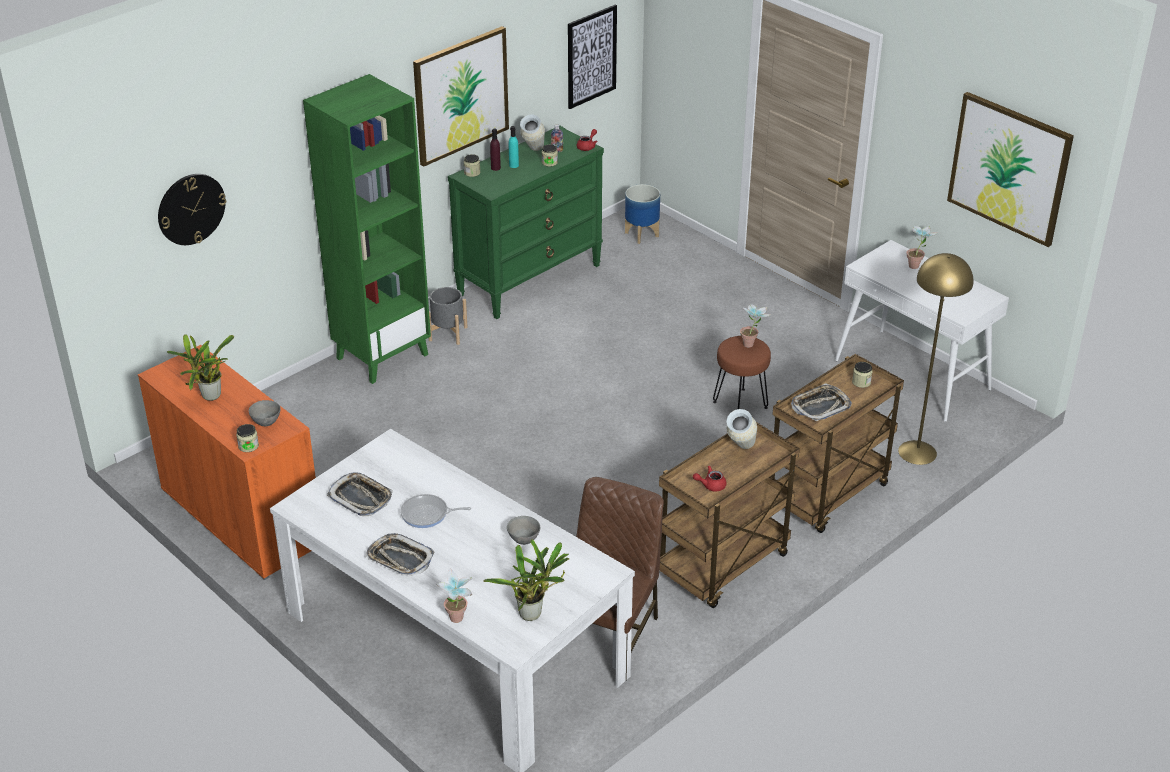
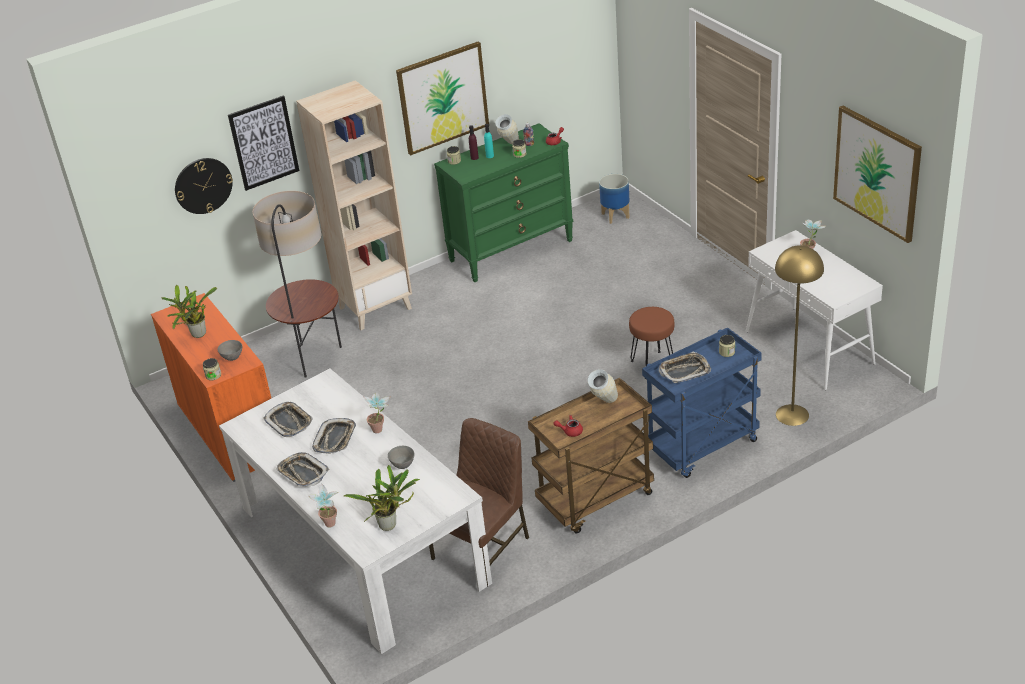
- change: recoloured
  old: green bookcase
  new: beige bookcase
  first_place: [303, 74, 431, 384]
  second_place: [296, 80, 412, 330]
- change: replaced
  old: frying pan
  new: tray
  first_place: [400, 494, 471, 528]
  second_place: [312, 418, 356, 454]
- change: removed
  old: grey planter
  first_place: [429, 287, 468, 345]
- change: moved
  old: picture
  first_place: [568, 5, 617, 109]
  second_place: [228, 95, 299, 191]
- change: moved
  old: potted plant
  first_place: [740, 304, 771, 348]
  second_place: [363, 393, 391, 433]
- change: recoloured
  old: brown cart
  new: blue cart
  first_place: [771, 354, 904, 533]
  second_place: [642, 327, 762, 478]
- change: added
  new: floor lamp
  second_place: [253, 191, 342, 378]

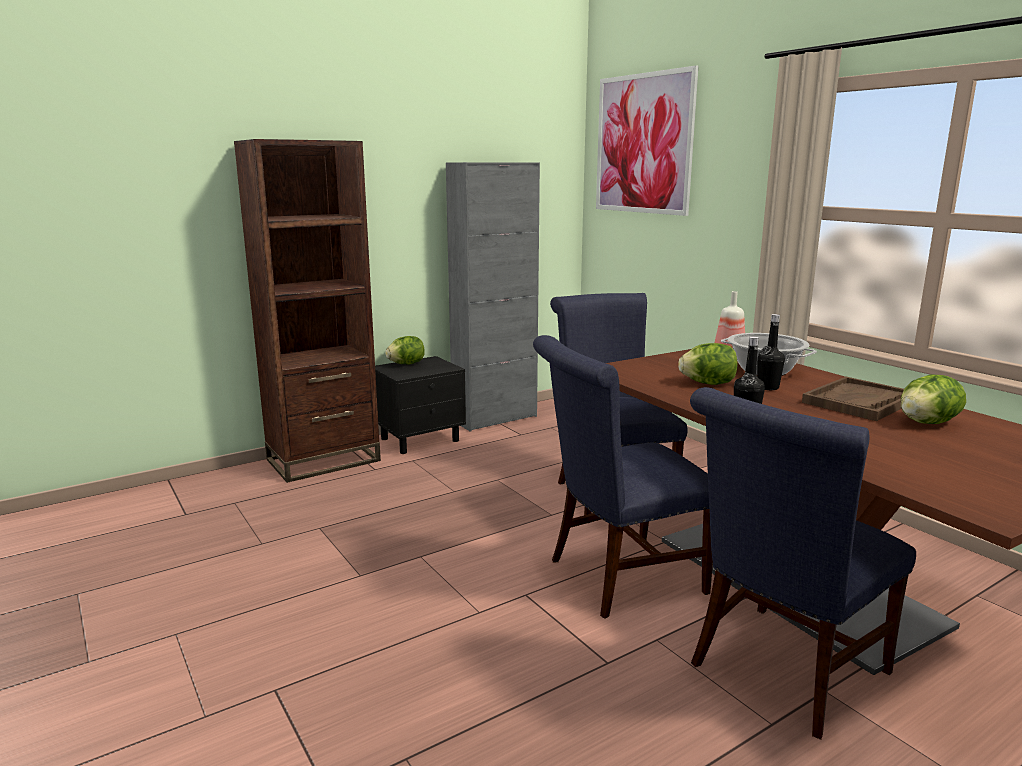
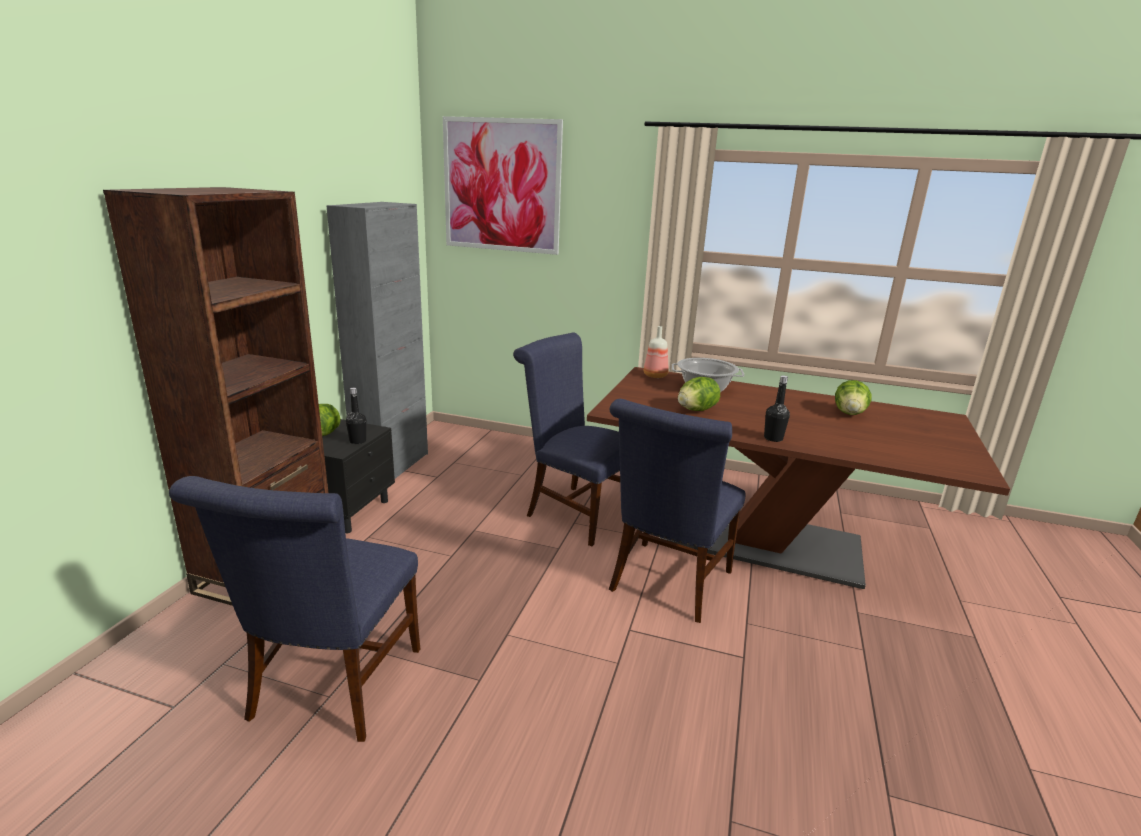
- change: moved
  old: blue chair
  first_place: [690, 387, 916, 740]
  second_place: [169, 476, 420, 742]
- change: moved
  old: black bottle
  first_place: [757, 314, 785, 390]
  second_place: [346, 388, 366, 444]
- change: removed
  old: brown tray
  first_place: [802, 377, 904, 421]

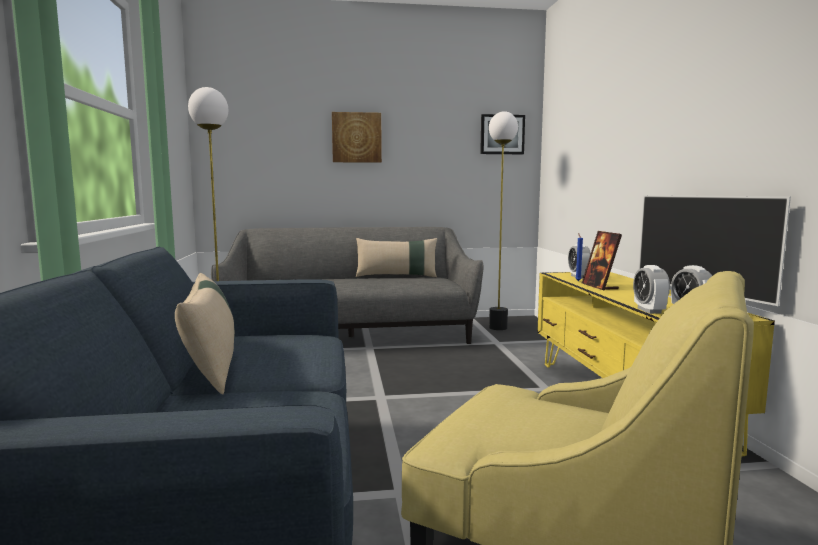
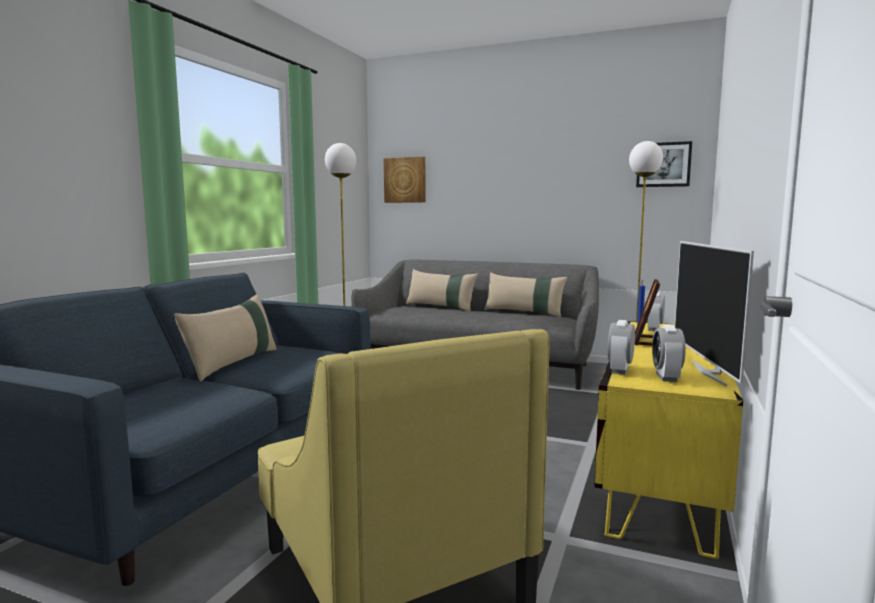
- change: moved
  old: picture
  first_place: [332, 112, 382, 163]
  second_place: [384, 157, 426, 203]
- change: added
  new: beige pillow
  second_place: [406, 269, 478, 311]

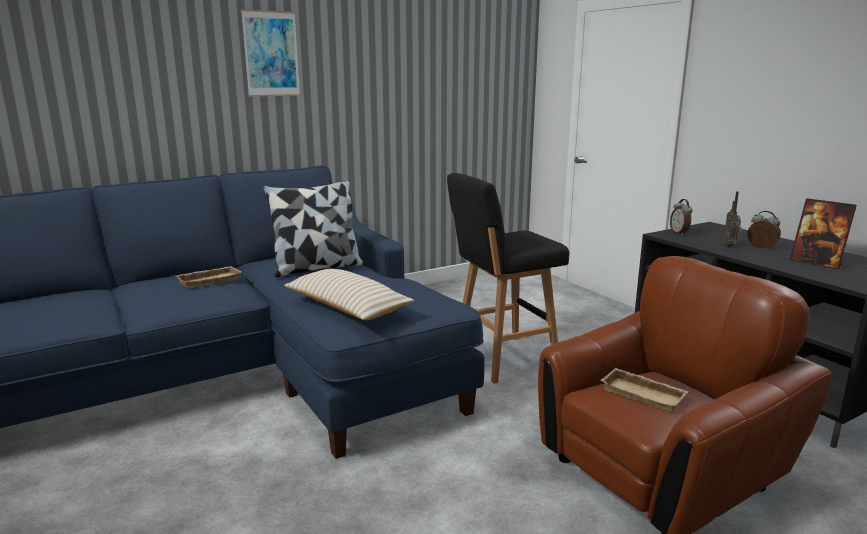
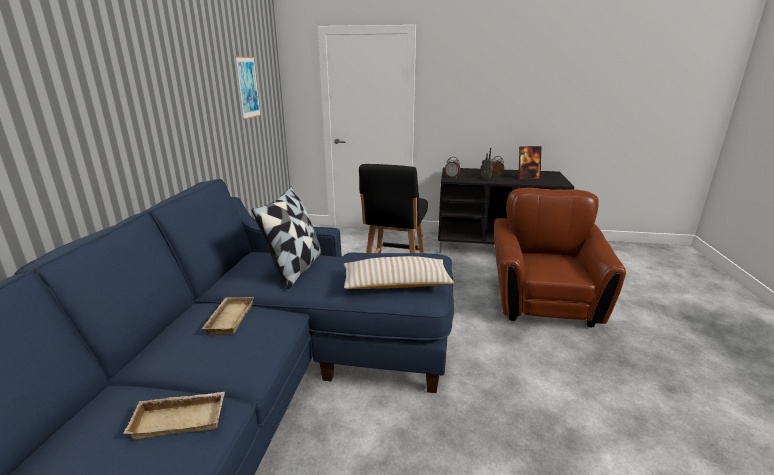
- change: moved
  old: picture
  first_place: [241, 9, 300, 97]
  second_place: [235, 56, 261, 120]
- change: moved
  old: beige tray
  first_place: [601, 368, 688, 413]
  second_place: [123, 392, 225, 439]

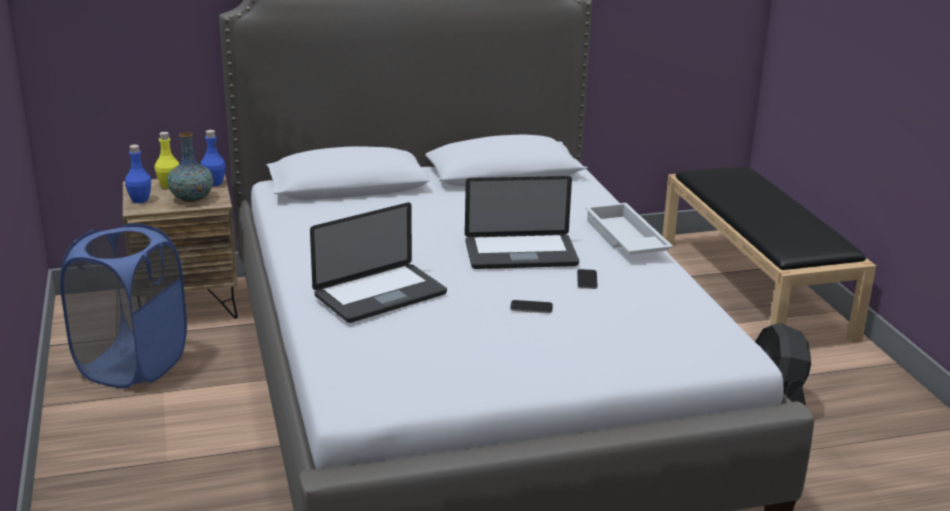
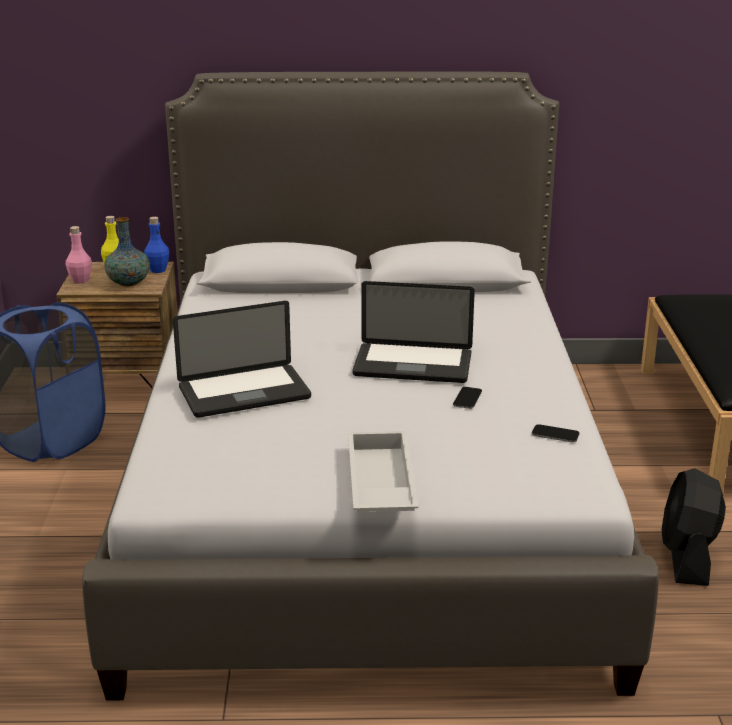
- change: recoloured
  old: blue bottle
  new: pink bottle
  first_place: [125, 145, 151, 203]
  second_place: [66, 226, 92, 284]
- change: moved
  old: phone
  first_place: [510, 300, 553, 313]
  second_place: [532, 424, 580, 443]
- change: moved
  old: white tray
  first_place: [585, 203, 673, 255]
  second_place: [348, 431, 418, 512]

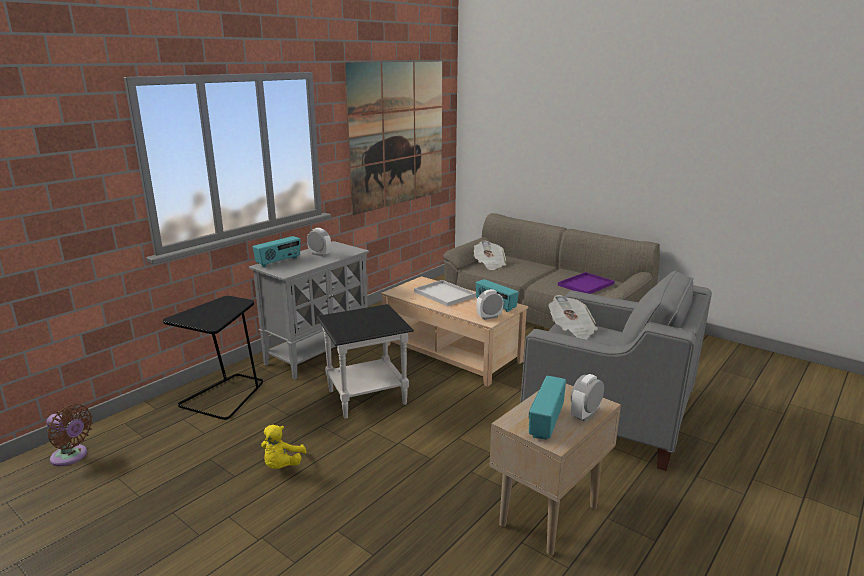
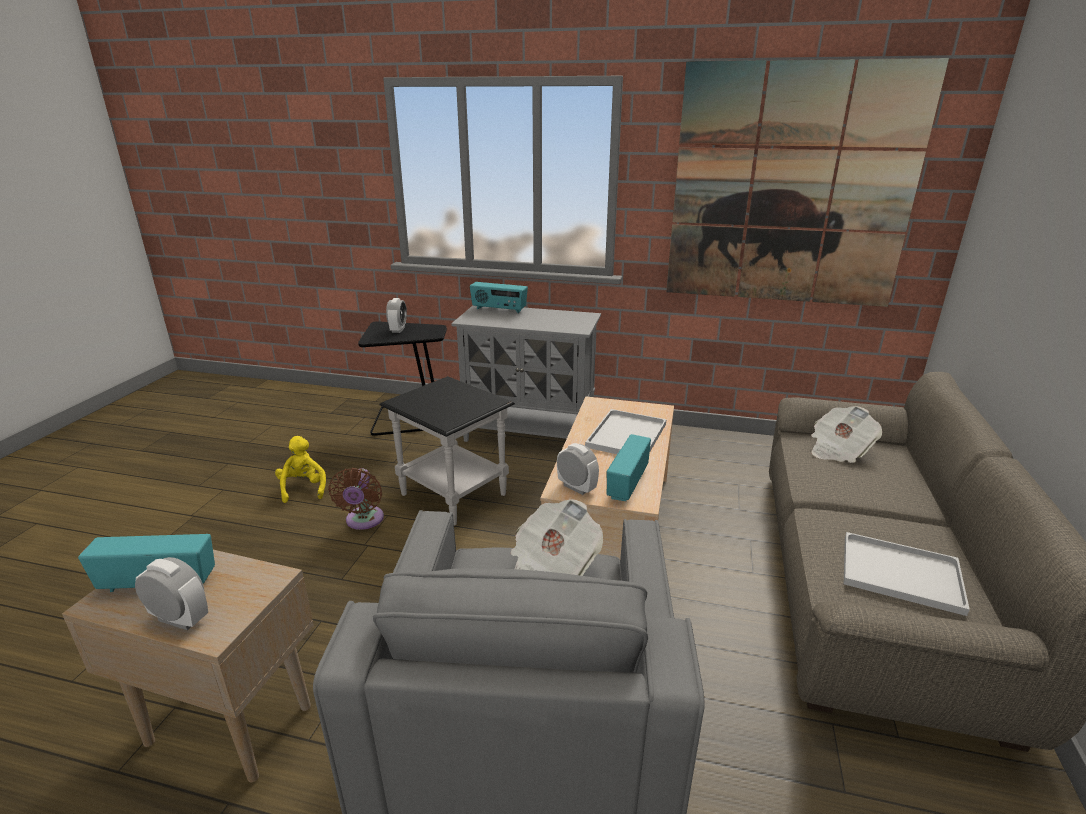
- change: moved
  old: brown fan
  first_place: [46, 404, 93, 466]
  second_place: [328, 468, 384, 530]
- change: turned
  old: yellow plush toy
  first_place: [261, 424, 307, 469]
  second_place: [275, 436, 326, 503]
  degrees: 90
- change: moved
  old: alarm clock
  first_place: [307, 228, 331, 257]
  second_place: [386, 298, 407, 333]
- change: recoloured
  old: purple tray
  new: white tray
  first_place: [558, 272, 615, 294]
  second_place: [844, 532, 970, 616]

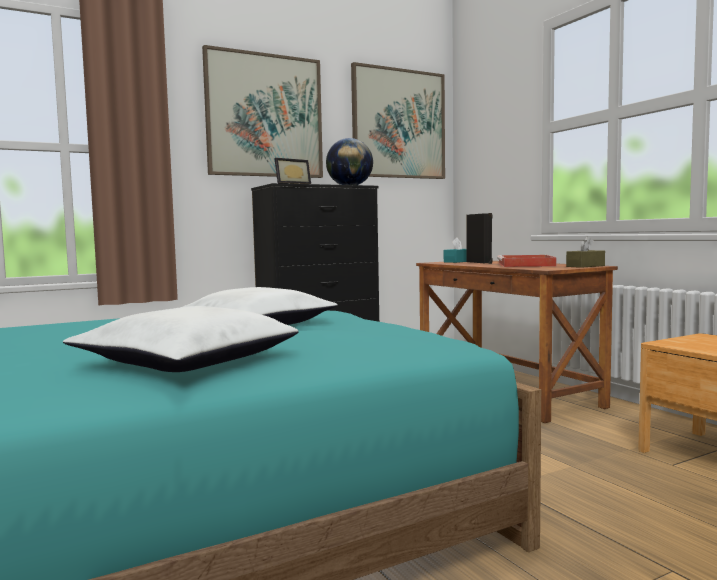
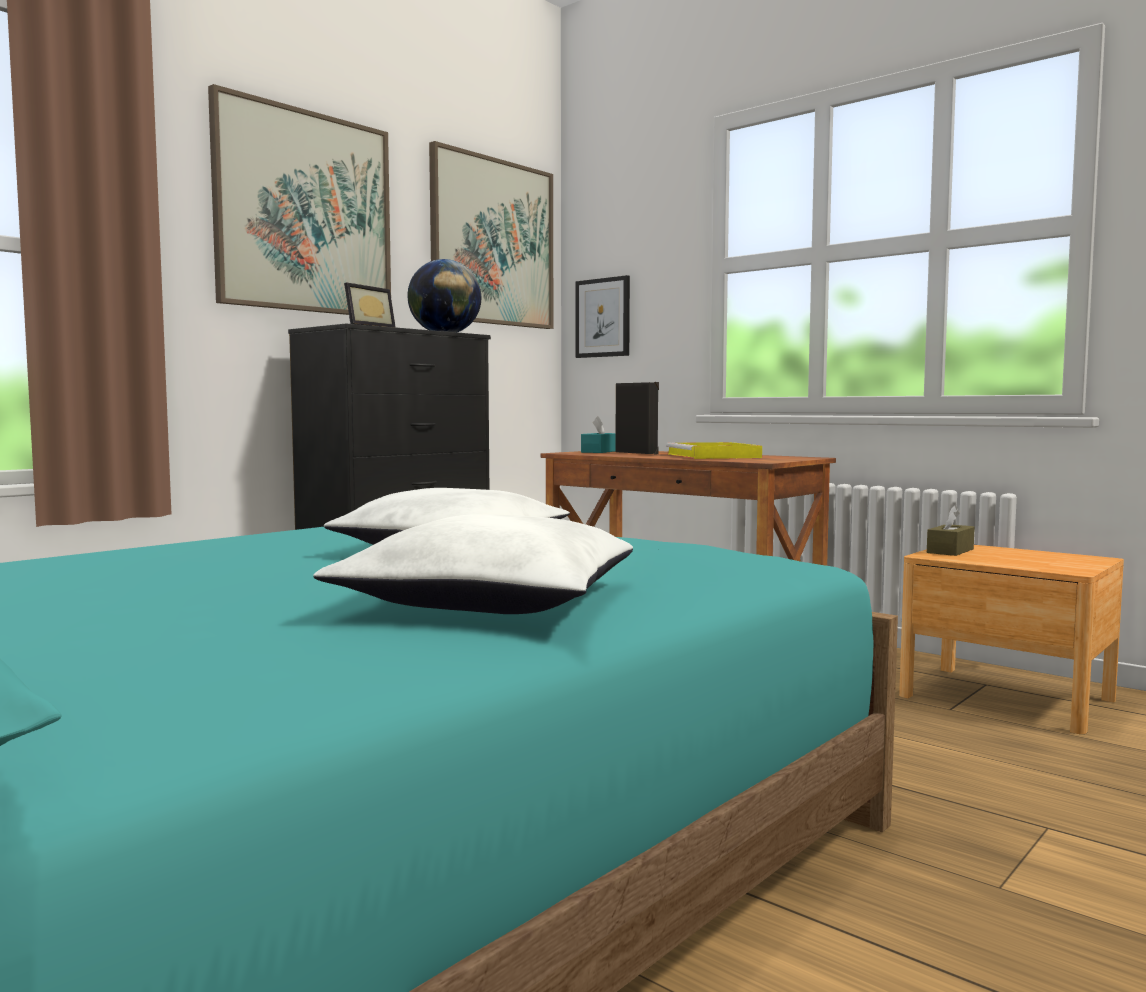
- change: recoloured
  old: red tray
  new: yellow tray
  first_place: [497, 255, 557, 267]
  second_place: [666, 442, 762, 459]
- change: moved
  old: brown tissue box
  first_place: [566, 236, 605, 268]
  second_place: [927, 505, 975, 556]
- change: added
  new: picture
  second_place: [575, 275, 630, 358]

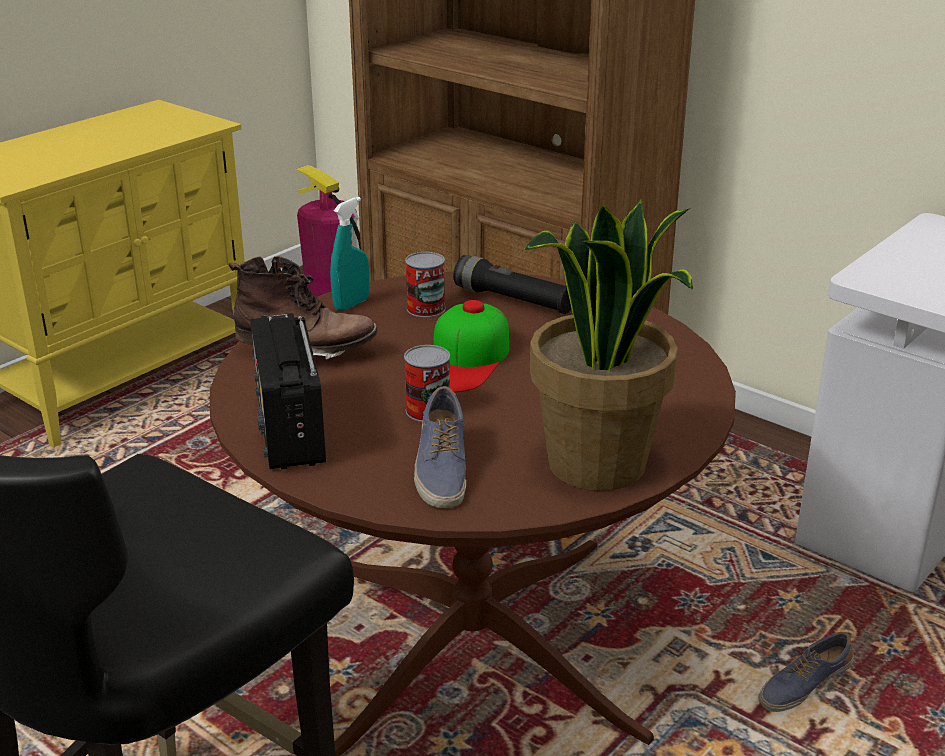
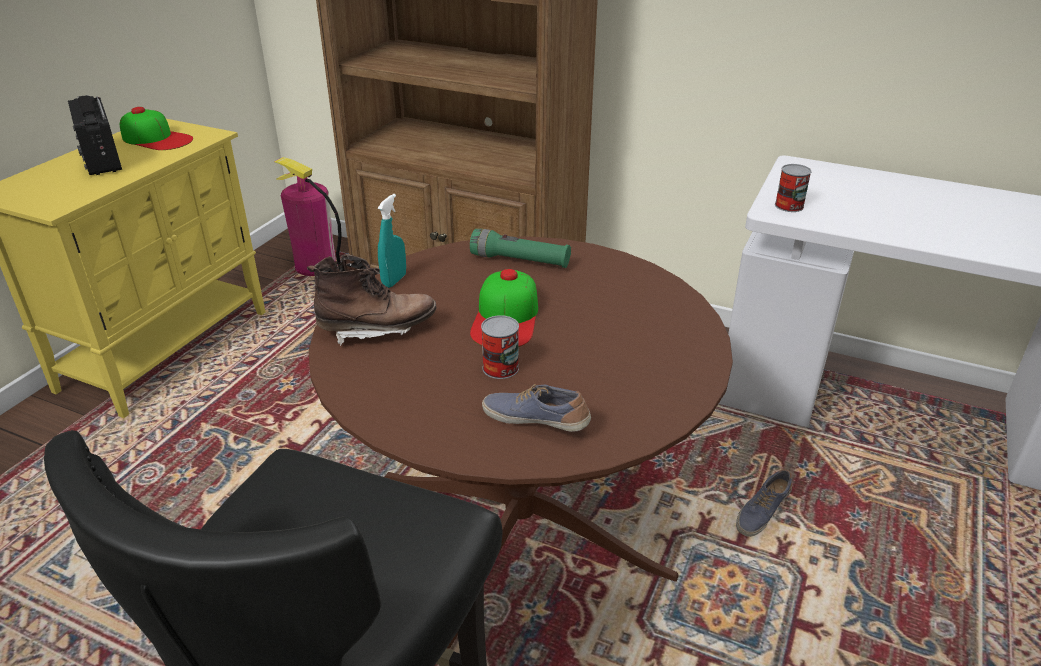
- change: moved
  old: radio
  first_place: [250, 313, 326, 469]
  second_place: [68, 95, 122, 175]
- change: moved
  old: can
  first_place: [405, 252, 445, 317]
  second_place: [775, 164, 812, 212]
- change: turned
  old: shoe
  first_place: [414, 386, 466, 508]
  second_place: [482, 384, 591, 432]
  degrees: 135
- change: recoloured
  old: black flashlight
  new: green flashlight
  first_place: [453, 255, 572, 314]
  second_place: [470, 229, 571, 268]
- change: removed
  old: potted plant
  first_place: [524, 200, 693, 491]
- change: added
  new: cap
  second_place: [120, 107, 193, 150]

